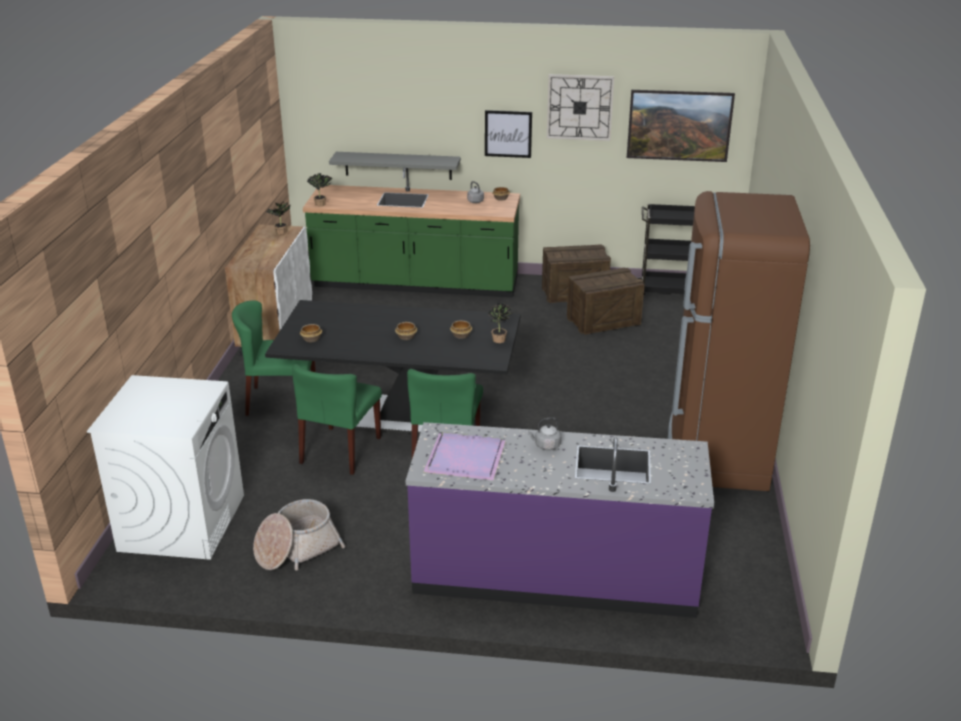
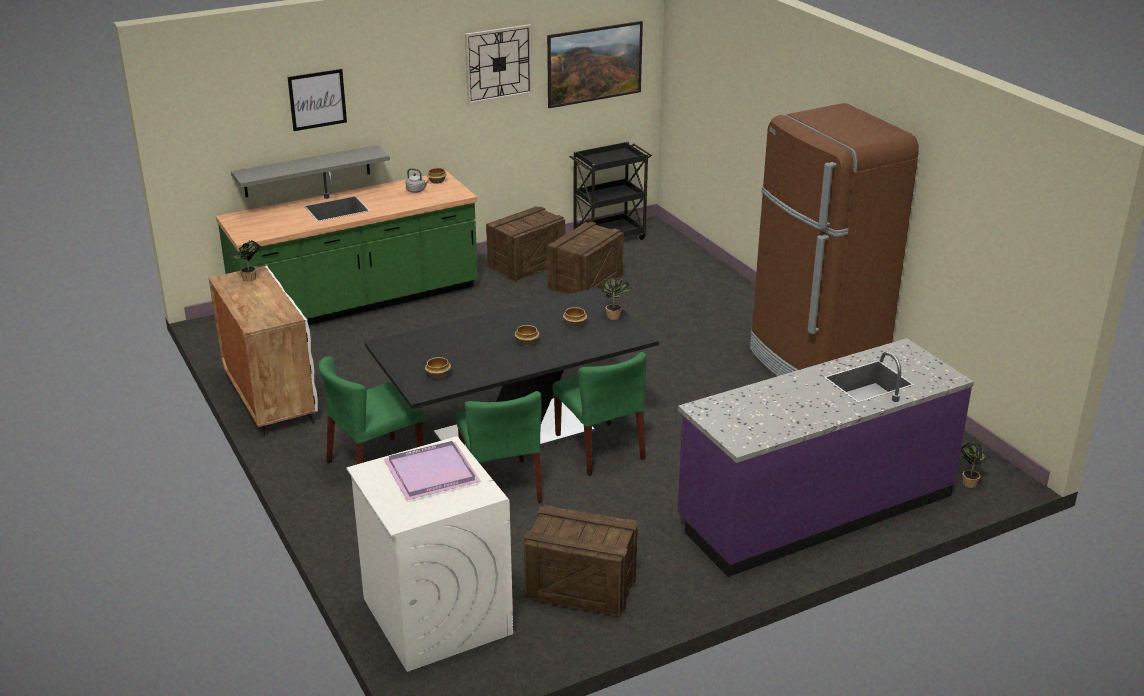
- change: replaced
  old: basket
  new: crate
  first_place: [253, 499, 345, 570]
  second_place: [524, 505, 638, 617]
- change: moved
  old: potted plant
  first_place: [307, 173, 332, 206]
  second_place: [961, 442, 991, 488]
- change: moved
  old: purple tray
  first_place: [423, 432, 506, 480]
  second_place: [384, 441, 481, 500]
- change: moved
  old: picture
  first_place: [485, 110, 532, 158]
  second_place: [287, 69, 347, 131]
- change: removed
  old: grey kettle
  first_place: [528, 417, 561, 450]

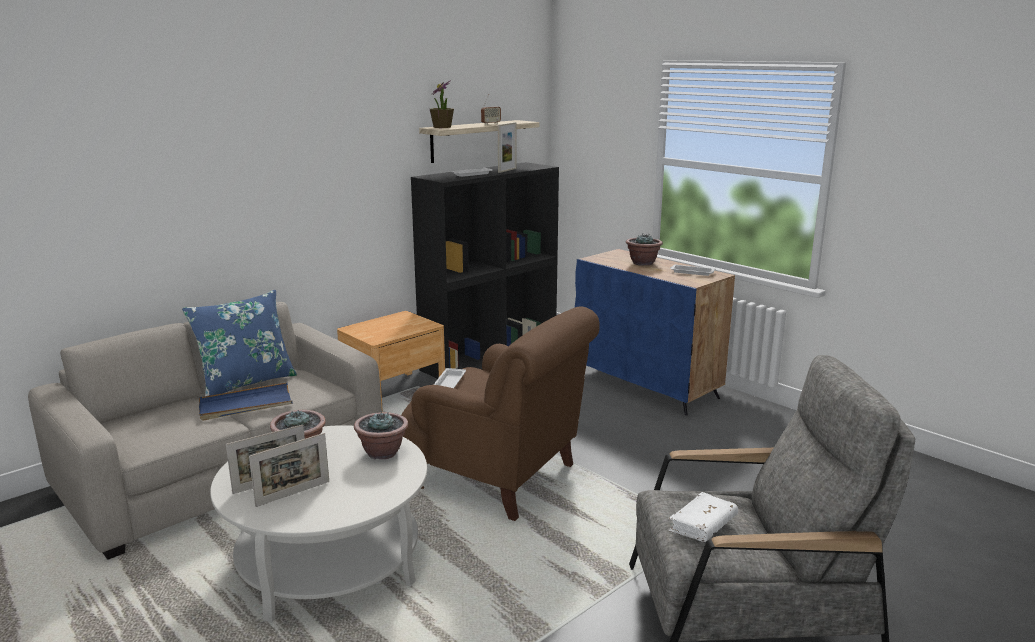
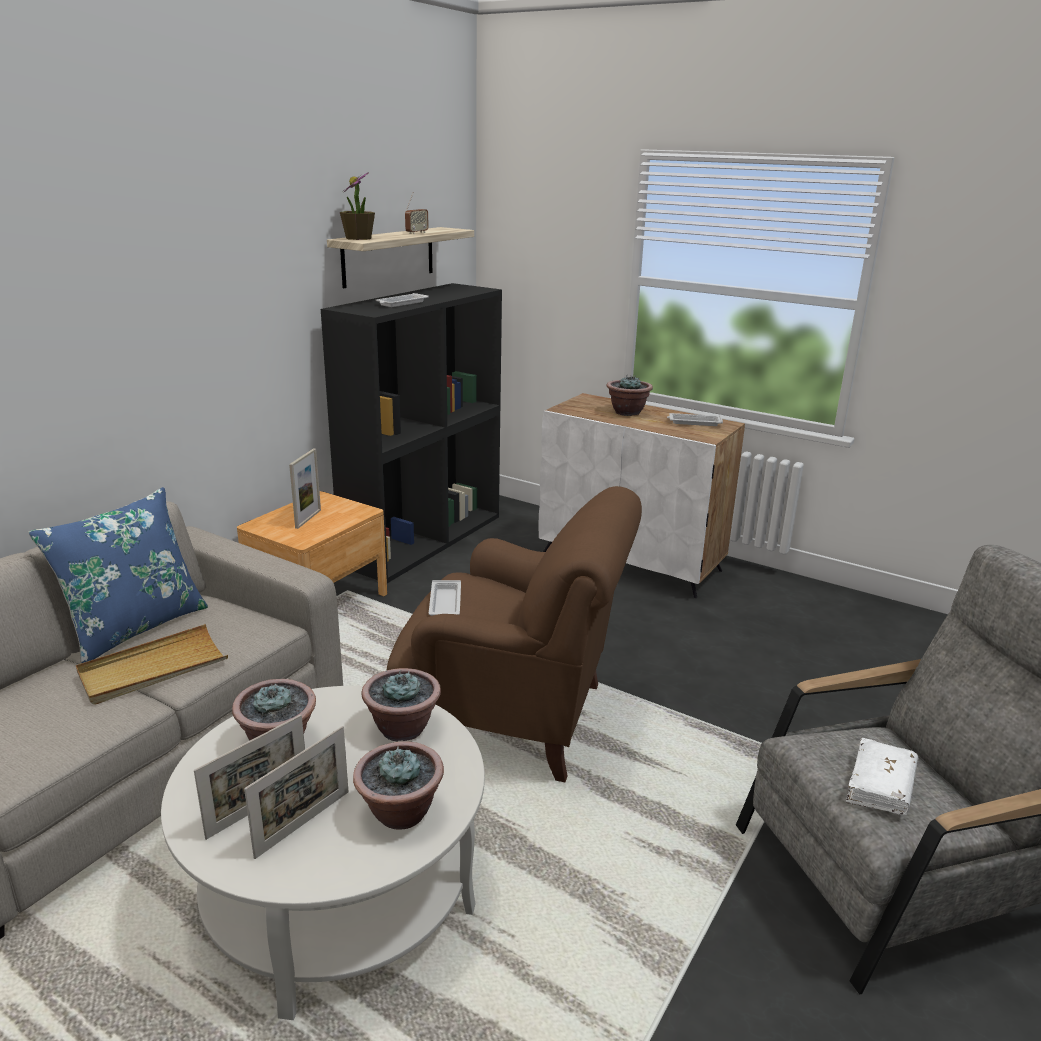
- change: recoloured
  old: blue tray
  new: beige tray
  first_place: [199, 382, 292, 421]
  second_place: [76, 624, 228, 705]
- change: moved
  old: picture frame
  first_place: [498, 122, 516, 173]
  second_place: [289, 448, 321, 529]
- change: recoloured
  old: blue cabinet
  new: white cabinet
  first_place: [575, 249, 735, 416]
  second_place: [538, 393, 745, 598]
- change: added
  new: potted plant
  second_place: [353, 741, 444, 830]

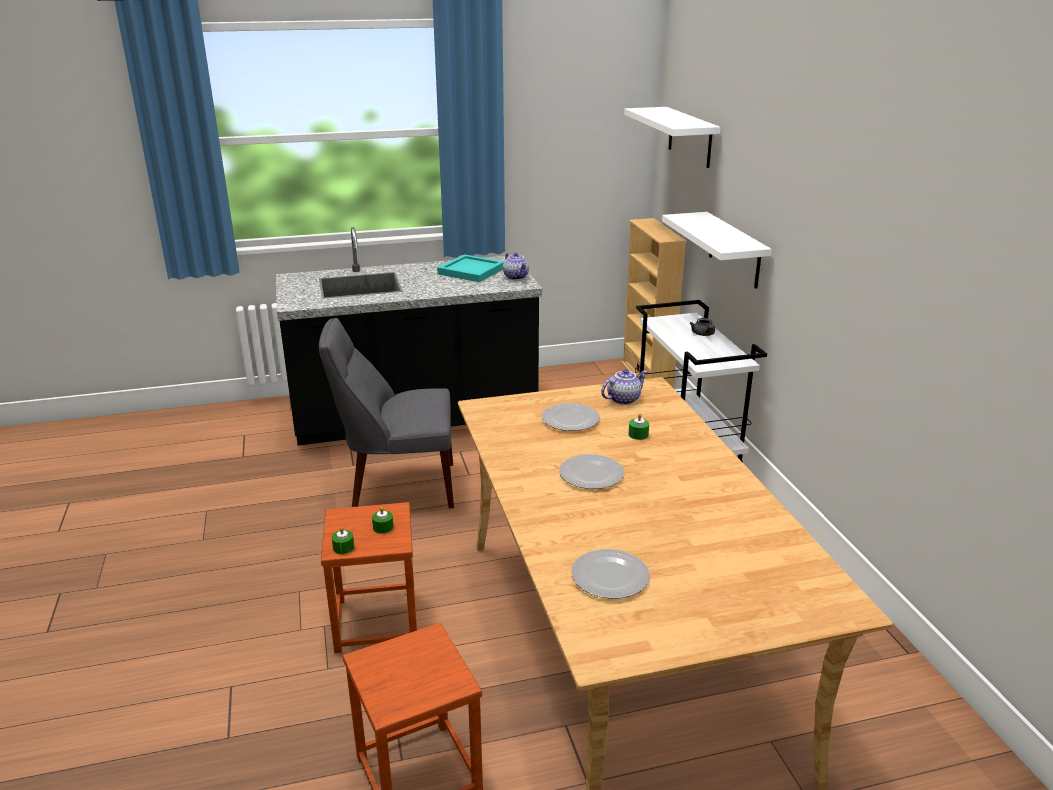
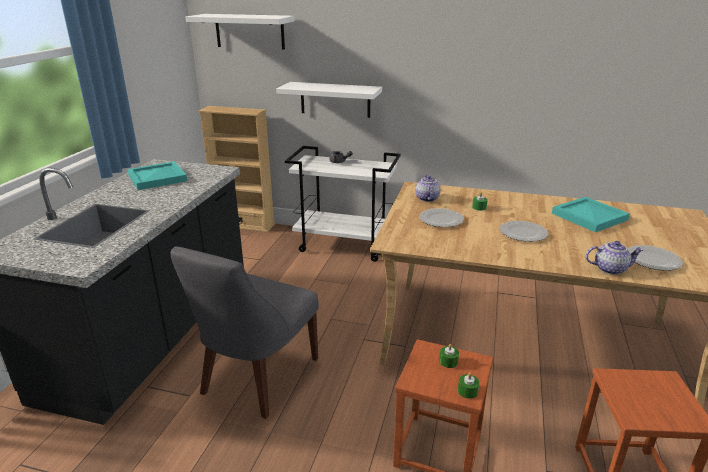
- change: moved
  old: teapot
  first_place: [503, 253, 529, 280]
  second_place: [586, 241, 643, 275]
- change: added
  new: turquoise tray
  second_place: [552, 197, 630, 232]

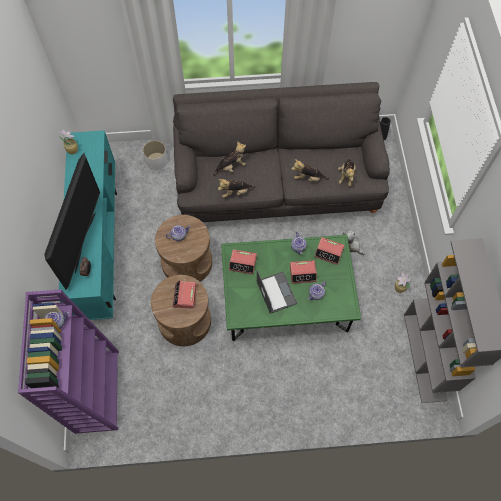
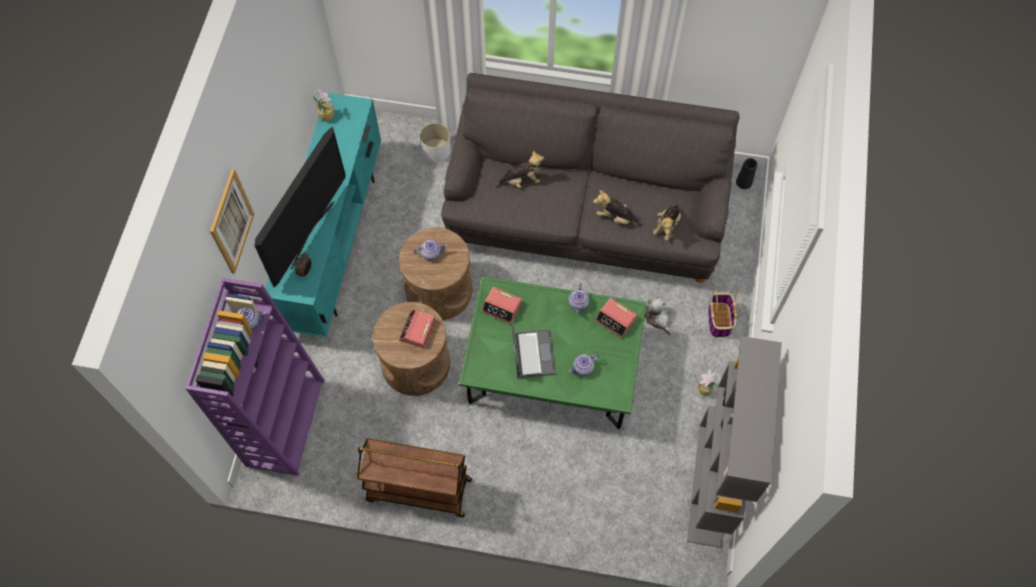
- change: removed
  old: plush toy
  first_place: [218, 179, 256, 198]
- change: removed
  old: alarm clock
  first_place: [290, 260, 317, 284]
- change: added
  new: picture
  second_place: [210, 169, 254, 274]
- change: added
  new: brown cart
  second_place: [357, 438, 472, 517]
- change: added
  new: basket
  second_place: [708, 290, 741, 337]

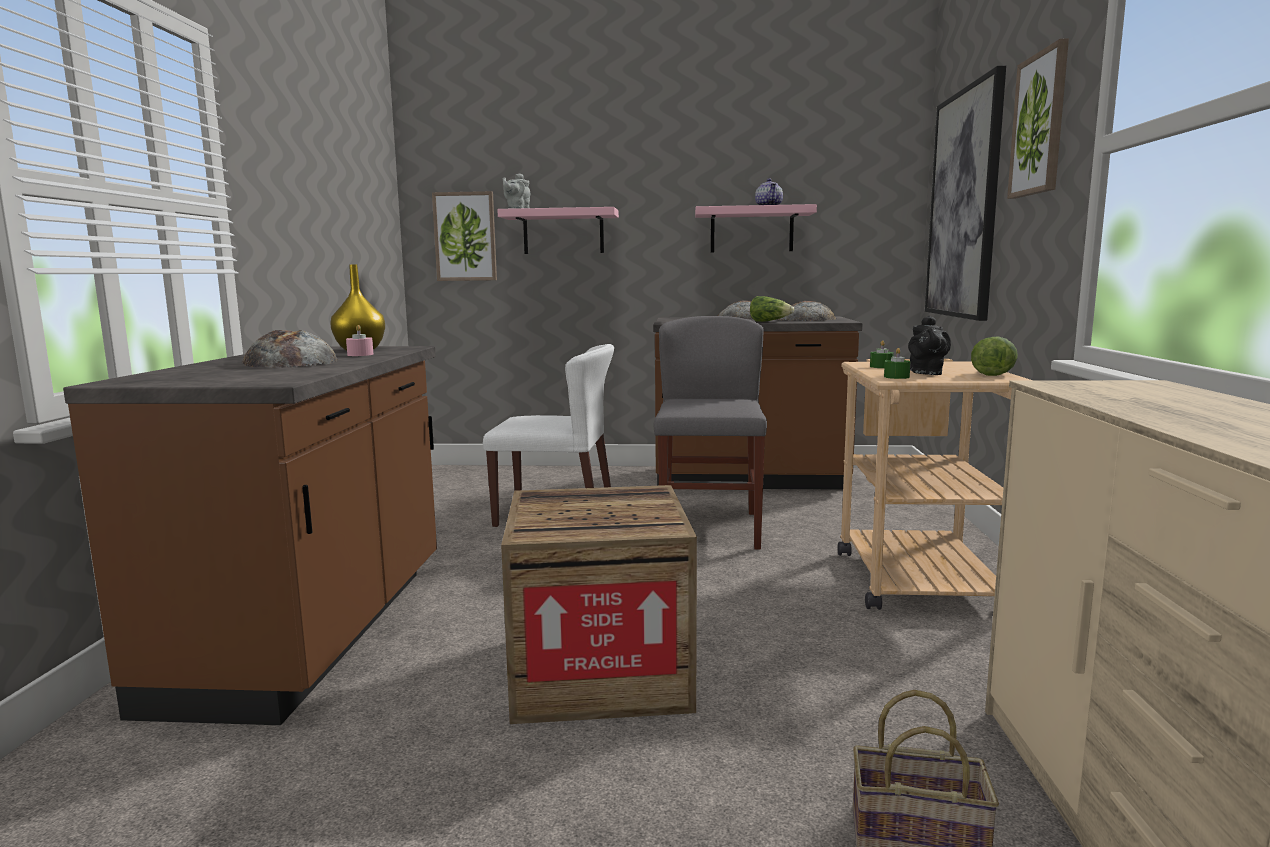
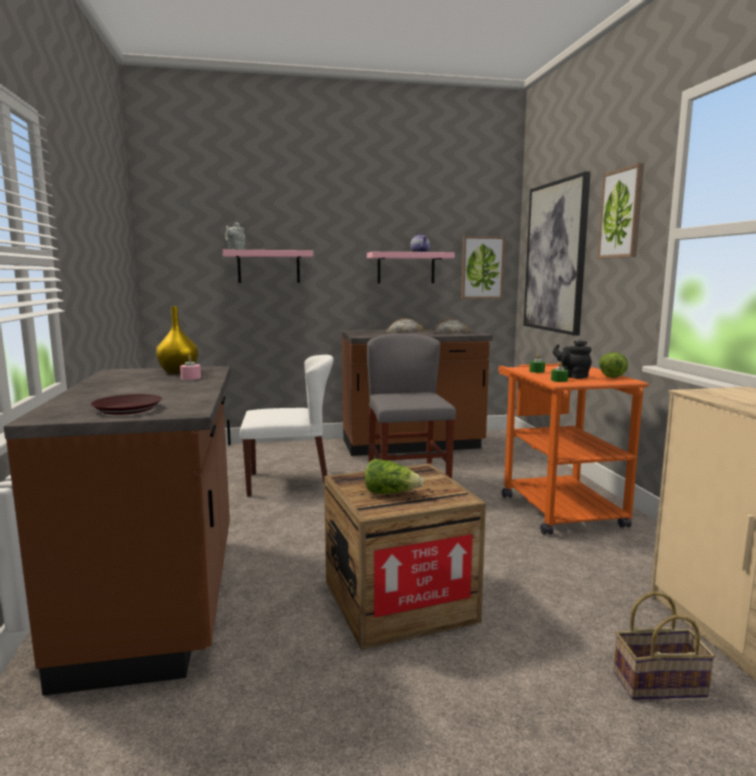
- change: removed
  old: bread
  first_place: [242, 330, 338, 368]
- change: moved
  old: picture
  first_place: [432, 191, 497, 281]
  second_place: [461, 236, 505, 299]
- change: moved
  old: lettuce
  first_place: [750, 296, 794, 322]
  second_place: [365, 459, 424, 494]
- change: recoloured
  old: beige cart
  new: orange cart
  first_place: [838, 359, 1033, 610]
  second_place: [498, 363, 649, 535]
- change: turned
  old: black teapot
  first_place: [908, 316, 951, 375]
  second_place: [553, 340, 592, 379]
  degrees: 135
- change: added
  new: brown plate
  second_place: [91, 394, 162, 415]

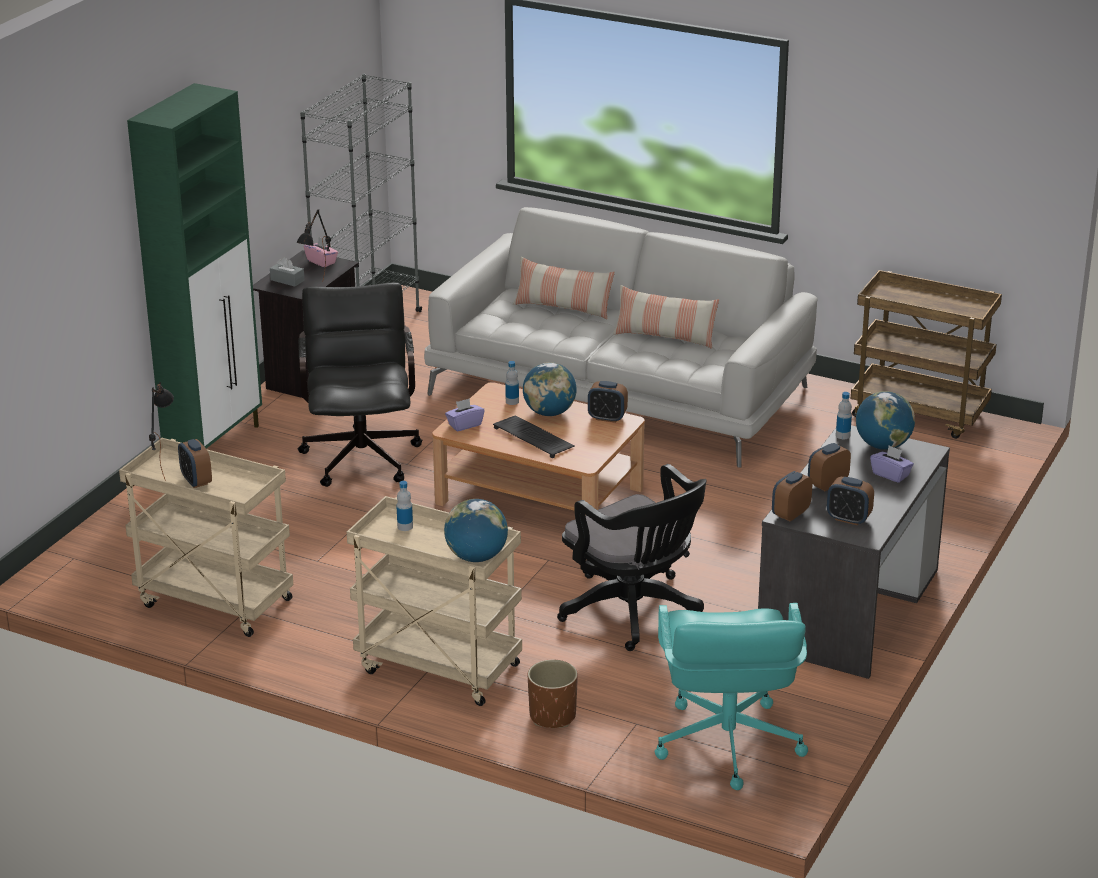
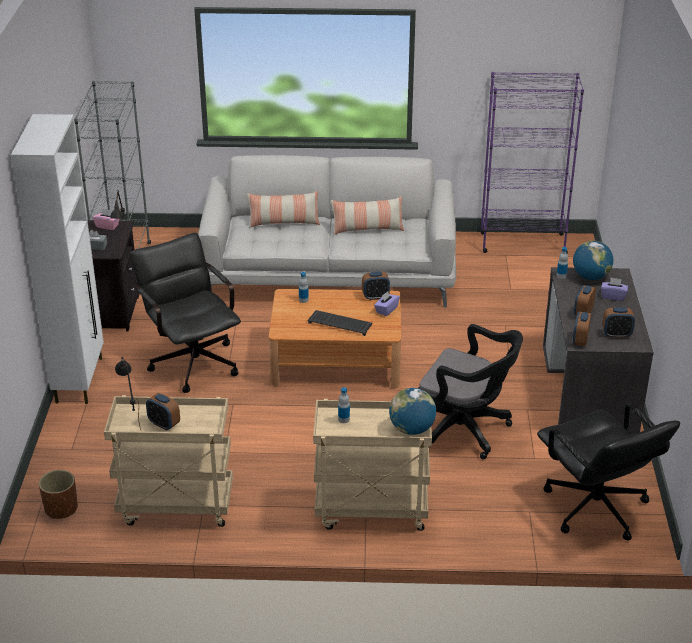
- change: recoloured
  old: green cabinet
  new: white cabinet
  first_place: [127, 83, 262, 449]
  second_place: [11, 114, 104, 404]
- change: moved
  old: purple tissue box
  first_place: [445, 398, 484, 431]
  second_place: [374, 291, 400, 316]
- change: removed
  old: globe
  first_place: [523, 362, 577, 416]
- change: moved
  old: brown planter
  first_place: [528, 660, 578, 728]
  second_place: [39, 470, 78, 519]
- change: recoloured
  old: turquoise office chair
  new: black office chair
  first_place: [655, 603, 808, 790]
  second_place: [537, 403, 680, 541]
- change: replaced
  old: brown cart
  new: purple bookcase
  first_place: [851, 270, 1002, 439]
  second_place: [481, 72, 584, 253]

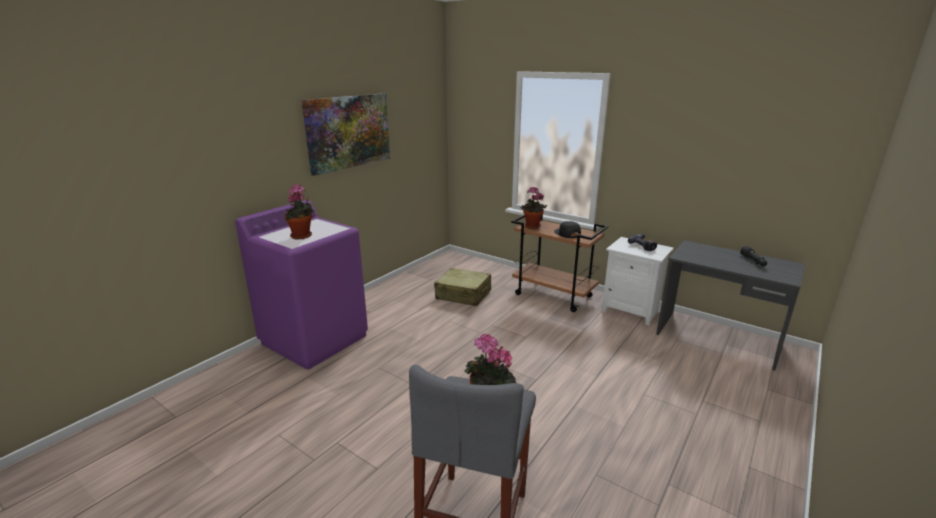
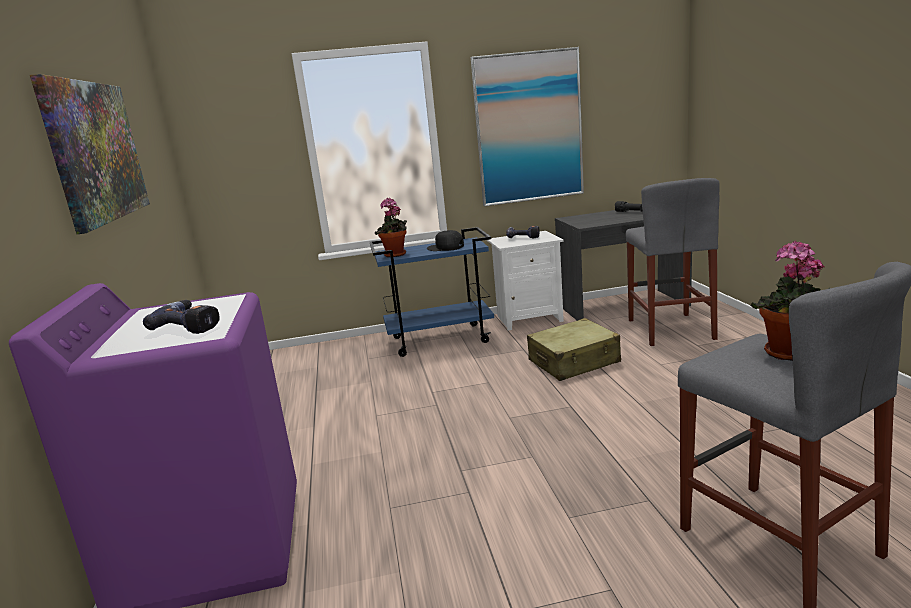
- change: replaced
  old: potted plant
  new: power drill
  first_place: [284, 184, 315, 240]
  second_place: [143, 300, 220, 334]
- change: moved
  old: beige suitcase
  first_place: [434, 268, 491, 306]
  second_place: [527, 318, 621, 381]
- change: recoloured
  old: brown cart
  new: blue cart
  first_place: [511, 214, 608, 312]
  second_place: [370, 227, 494, 357]
- change: added
  new: picture
  second_place: [471, 47, 584, 206]
- change: added
  new: grey stool
  second_place: [626, 178, 720, 346]

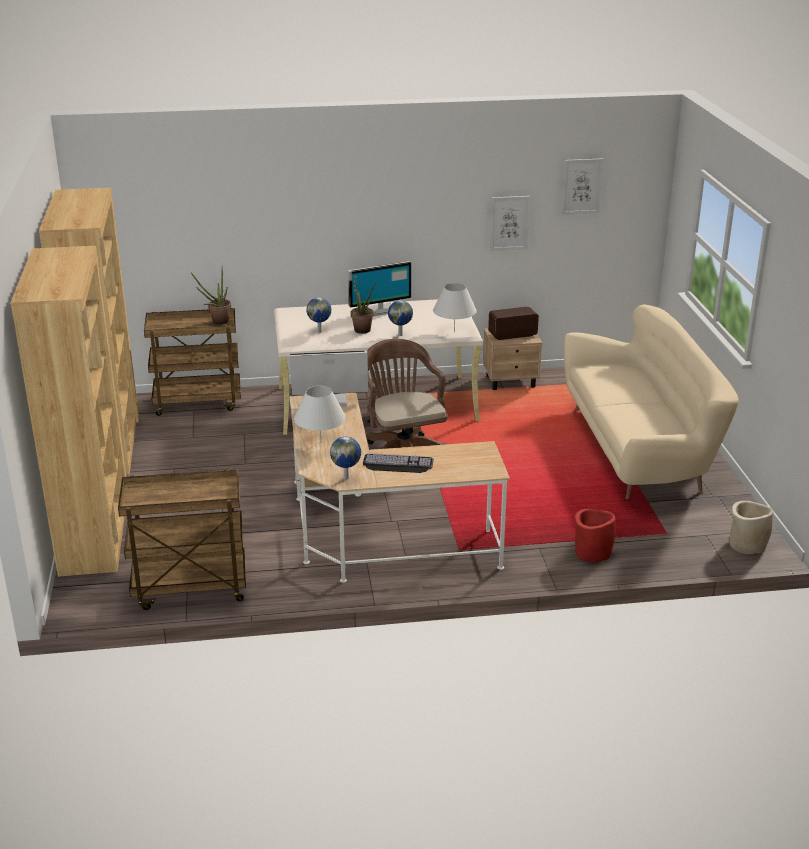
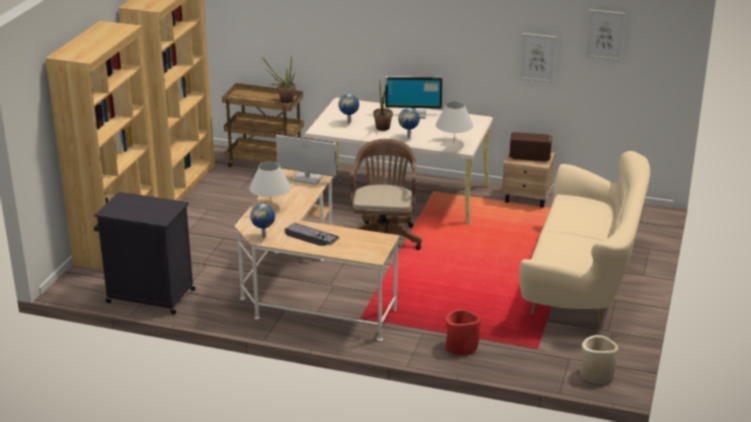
- change: replaced
  old: brown cart
  new: black cabinet
  first_place: [118, 469, 246, 610]
  second_place: [94, 192, 195, 314]

